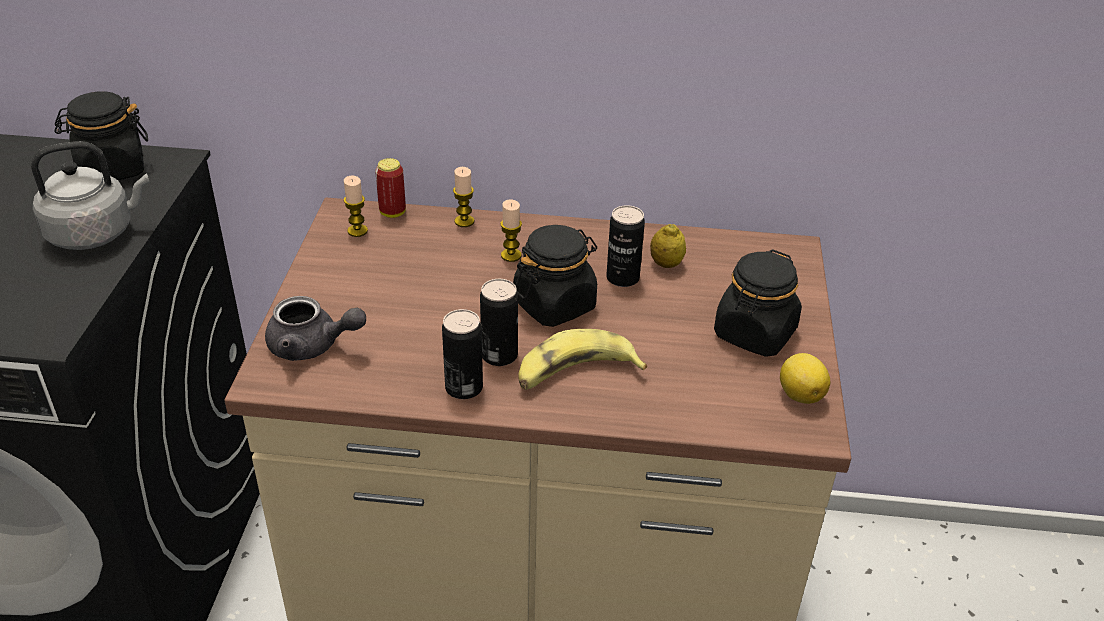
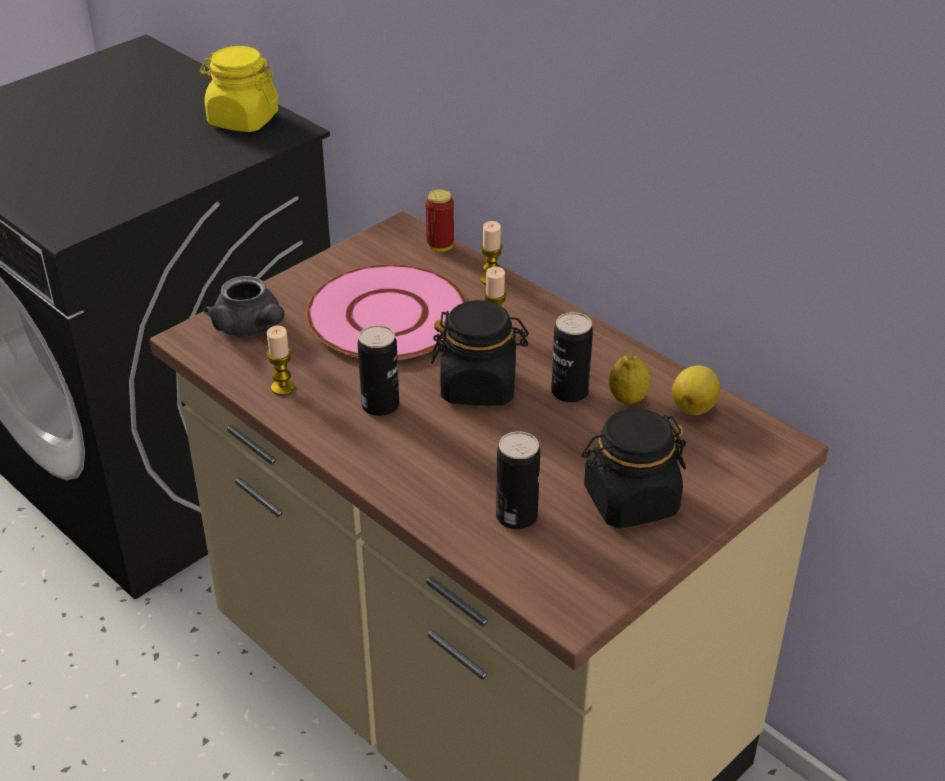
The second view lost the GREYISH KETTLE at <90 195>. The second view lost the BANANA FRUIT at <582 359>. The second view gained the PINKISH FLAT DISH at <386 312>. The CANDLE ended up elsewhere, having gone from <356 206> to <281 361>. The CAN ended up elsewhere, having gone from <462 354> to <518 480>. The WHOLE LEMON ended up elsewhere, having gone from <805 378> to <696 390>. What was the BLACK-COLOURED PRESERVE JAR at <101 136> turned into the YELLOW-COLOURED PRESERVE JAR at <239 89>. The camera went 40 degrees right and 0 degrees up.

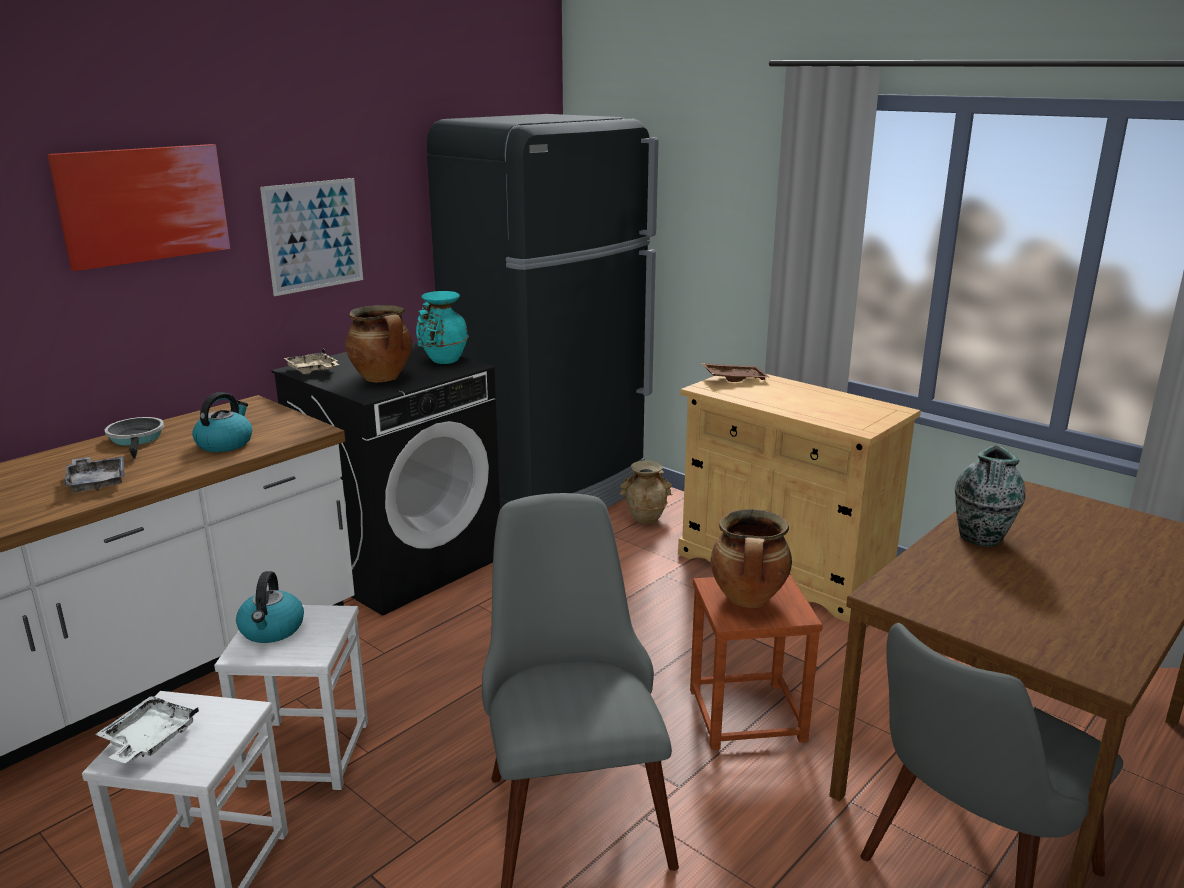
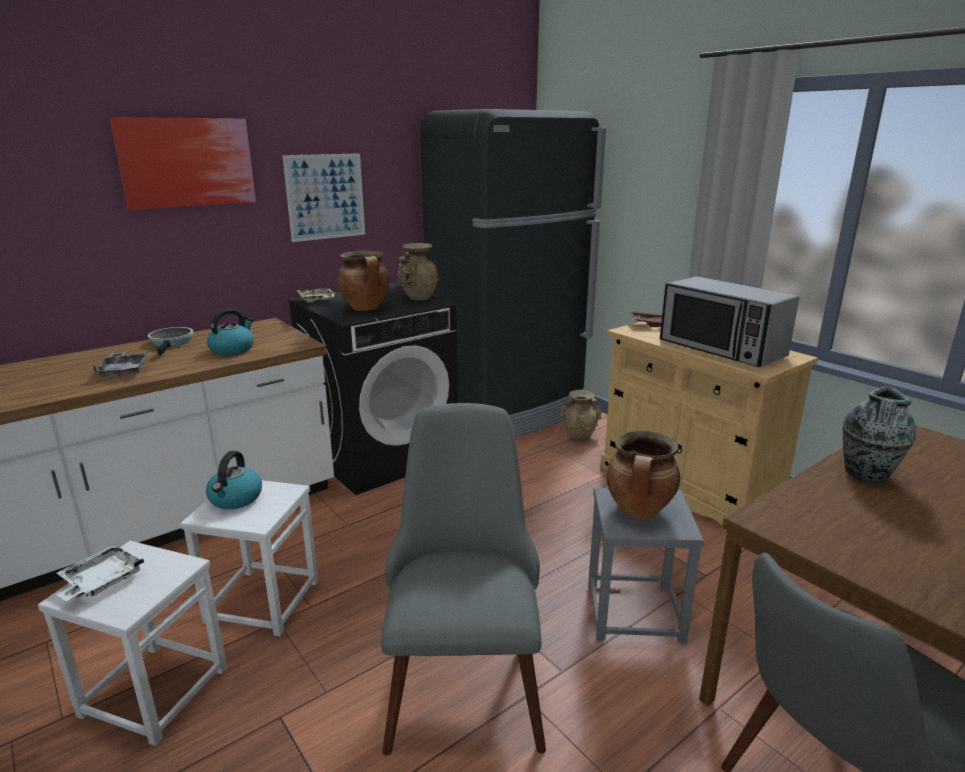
The second view gained the KITCHEN MICROWAVE at <730 321>. What was the BLUE-GREEN VASE at <442 327> turned into the BEIGE VASE at <418 272>. What was the BROWN SITTING STOOL at <756 662> turned into the GREYISH SITTING STOOL at <646 566>. The camera went 10 degrees right and 0 degrees up.

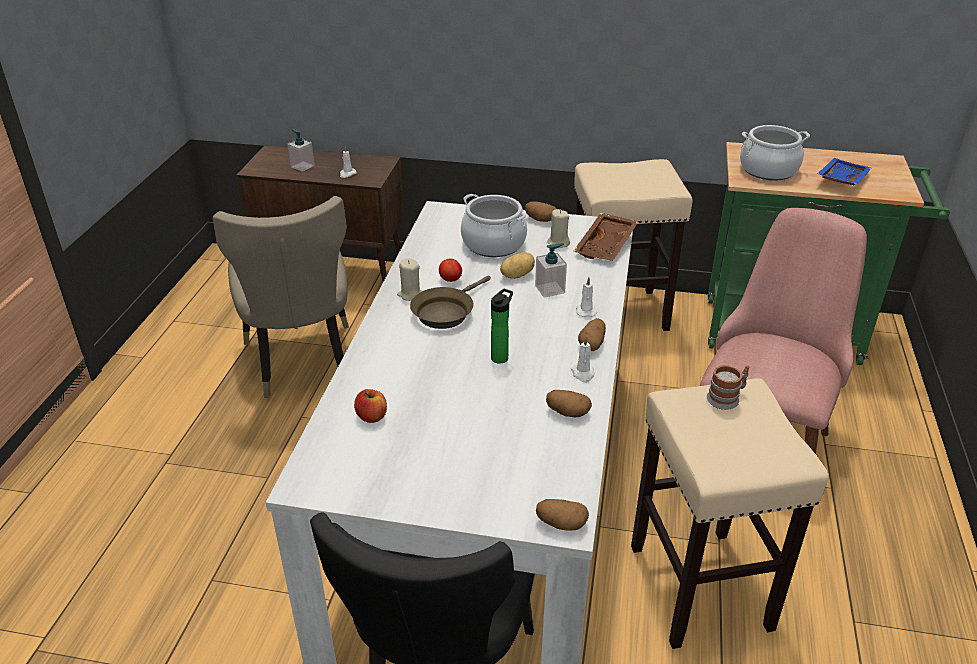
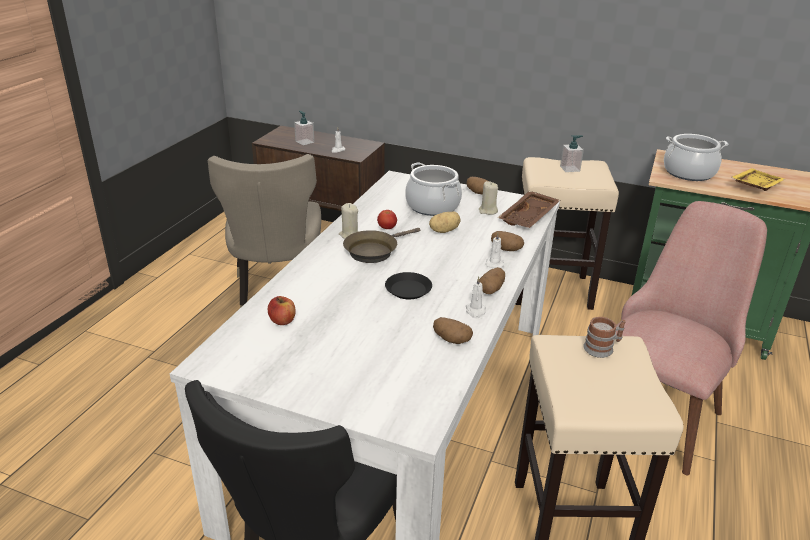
The LIQUID SOAP BOTTLE ended up elsewhere, having gone from <551 270> to <572 153>. The POTATO ended up elsewhere, having gone from <562 515> to <507 241>. Where the BEVERAGE BOTTLE stood at <502 326>, the BLACK-COLOURED FLAT DISH came to stand at <408 285>. What was the BLUISH SERVING TRAY at <844 172> turned into the YELLOW-COLOURED SERVING TRAY at <758 179>. The camera went 10 degrees right and 5 degrees down.

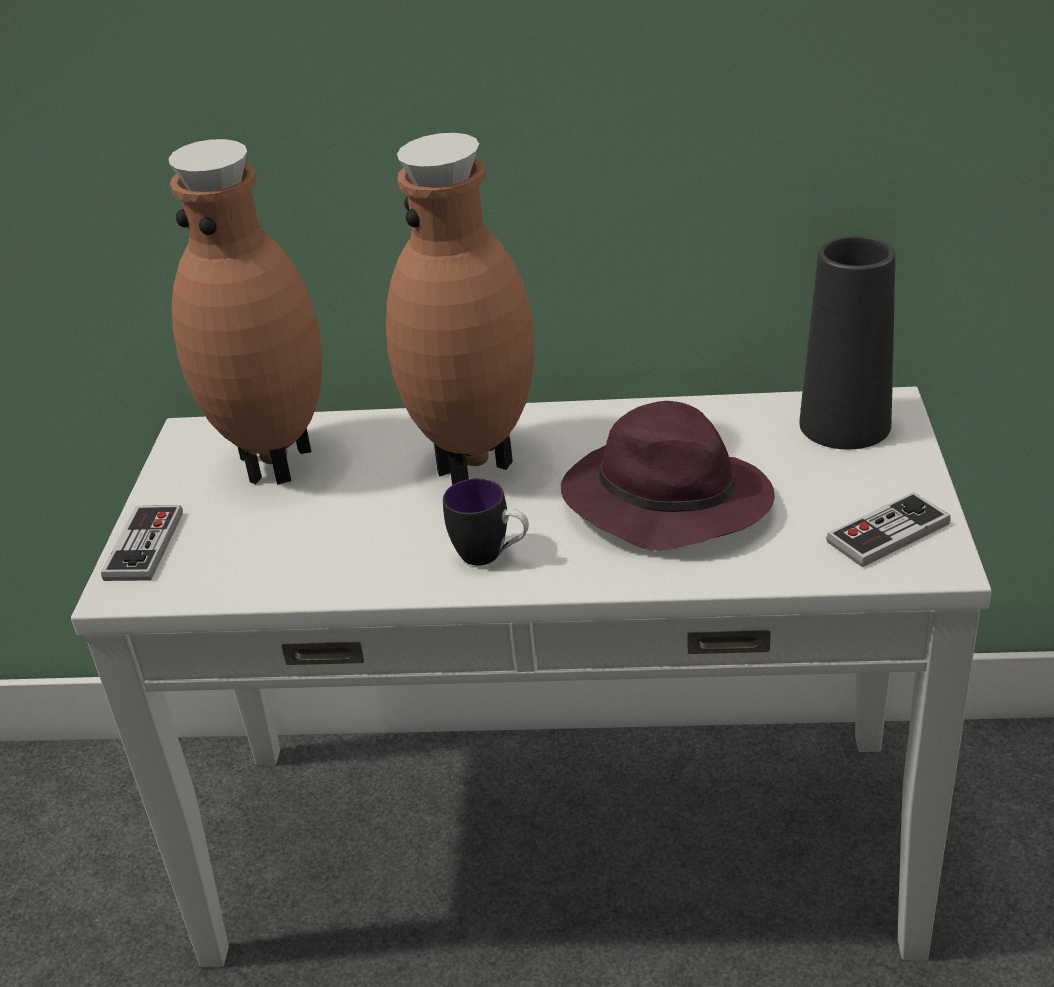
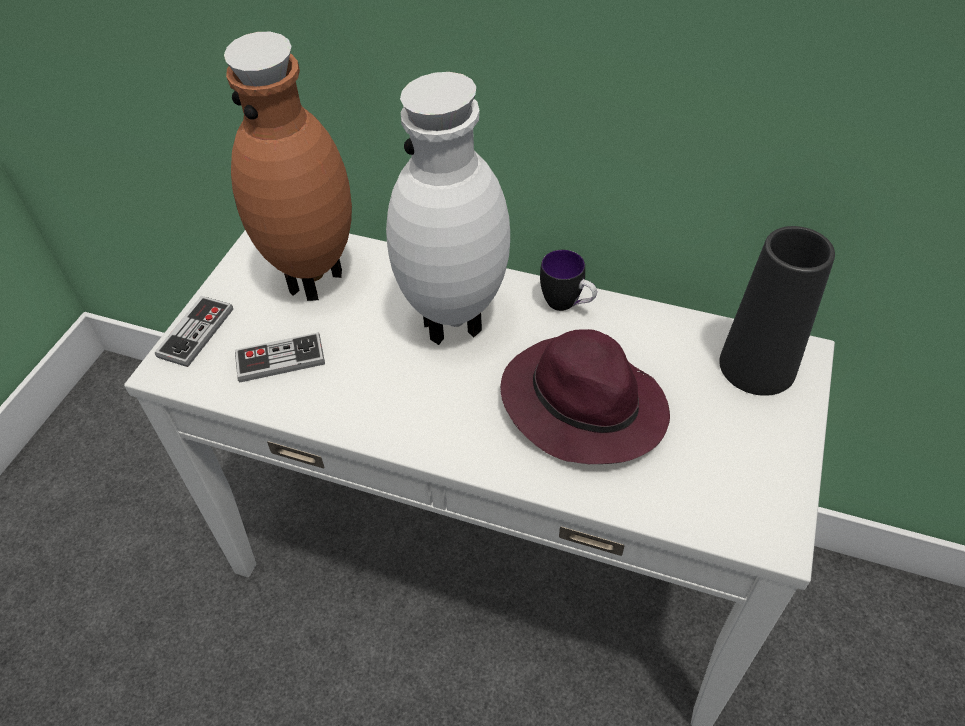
The TEA MUG ended up elsewhere, having gone from <486 522> to <568 280>. The JOYPAD ended up elsewhere, having gone from <888 529> to <280 357>. What was the BROWN VASE at <460 309> turned into the WHITE VASE at <448 208>. The camera went 15 degrees right and 15 degrees up.

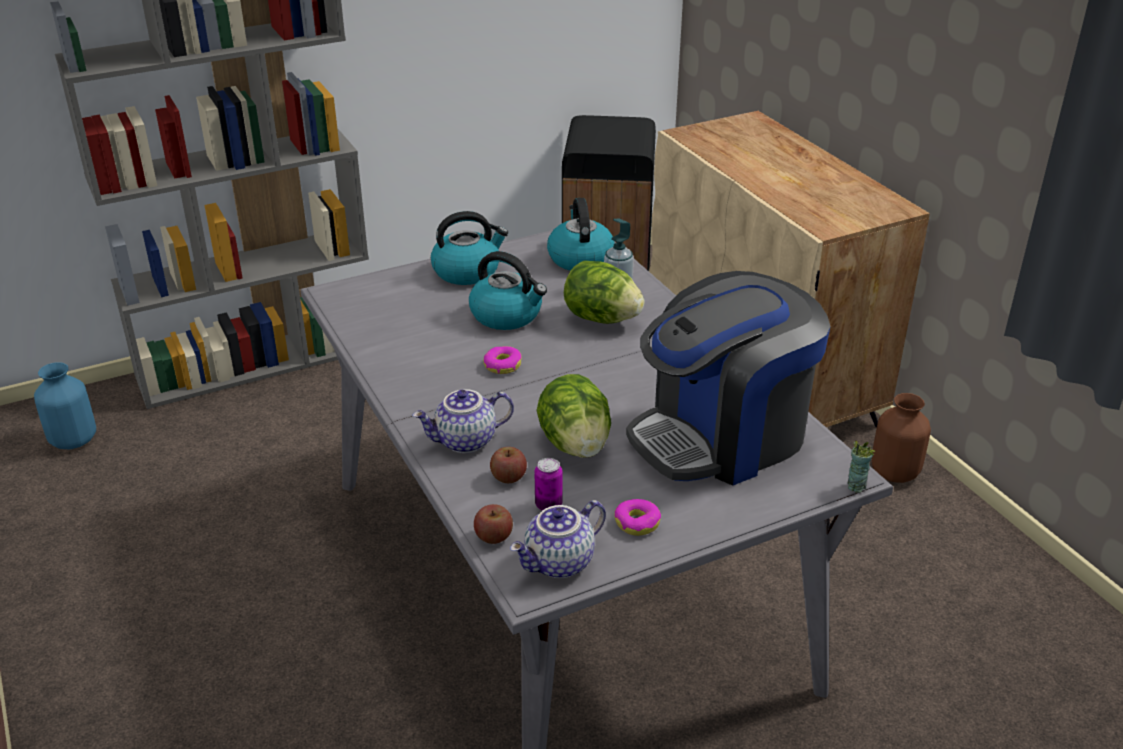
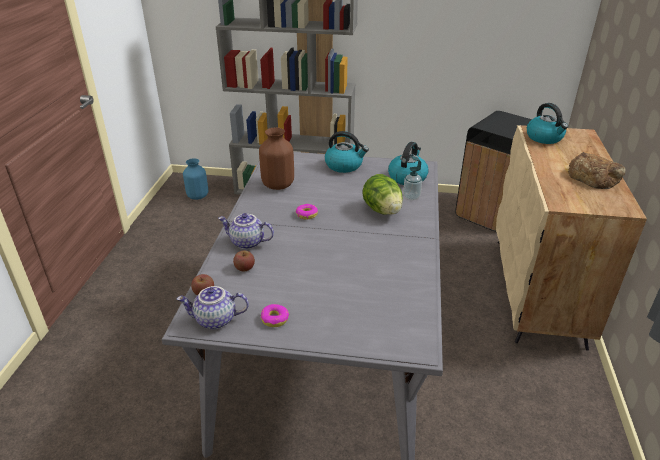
The second view lost the CAN at <548 484>. The second view lost the LETTUCE HEAD at <574 416>. The second view lost the COFFEE MAKER at <728 378>. The second view lost the CUP at <861 467>. The second view gained the BAKERY BREAD at <597 170>. The KETTLE ended up elsewhere, having gone from <508 290> to <547 123>. The BROWN VASE ended up elsewhere, having gone from <901 438> to <276 158>. The camera went 35 degrees right and 0 degrees up.

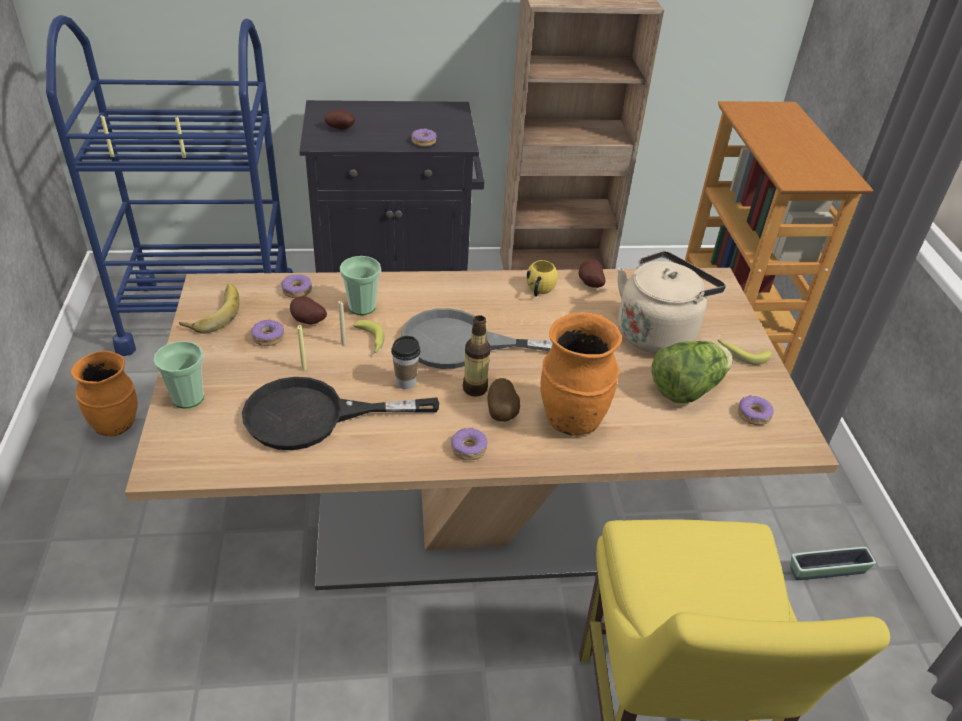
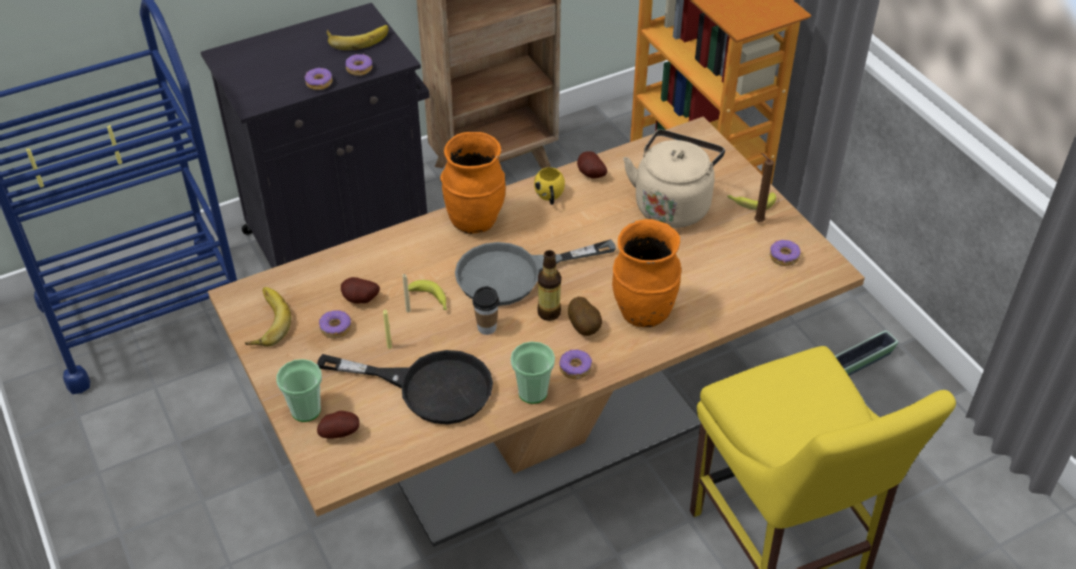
The second view lost the LETTUCE HEAD at <692 372>. The second view gained the BANANA FRUIT at <358 37>. The second view gained the BROWN CANDLE at <764 187>. The ORANGEY VASE ended up elsewhere, having gone from <104 393> to <472 183>. The RING DOUGHNUT ended up elsewhere, having gone from <296 286> to <318 79>. The POTATO ended up elsewhere, having gone from <339 119> to <338 425>. The CUP ended up elsewhere, having gone from <360 285> to <533 373>. The BLACK-COLOURED FRYING PAN at <340 413> ended up facing another way, 135 degrees counterclockwise from before. The camera went 20 degrees left and 5 degrees up.

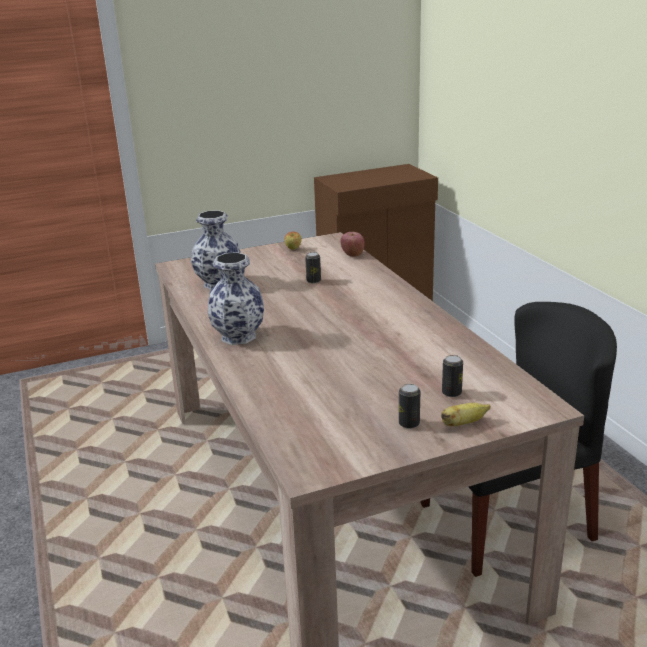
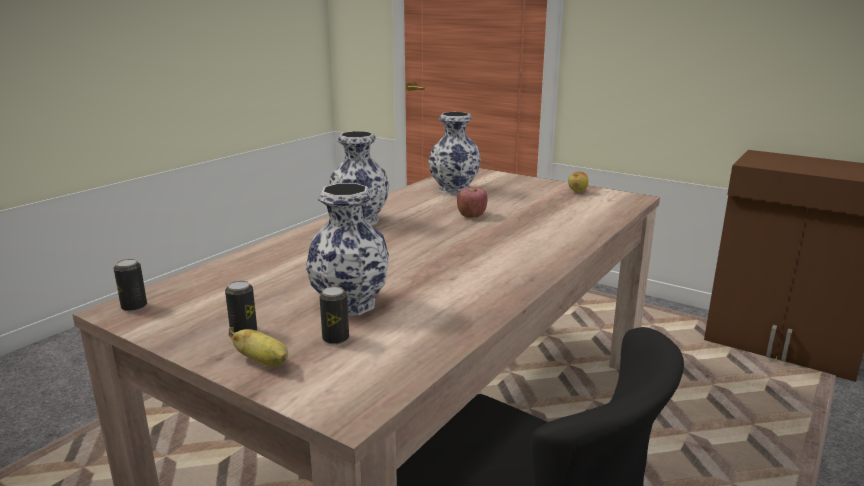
The second view gained the VASE at <347 249>. The CAN ended up elsewhere, having gone from <313 267> to <130 285>. The WHOLE APPLE ended up elsewhere, having gone from <352 244> to <472 202>. The camera went 55 degrees right and 5 degrees down.

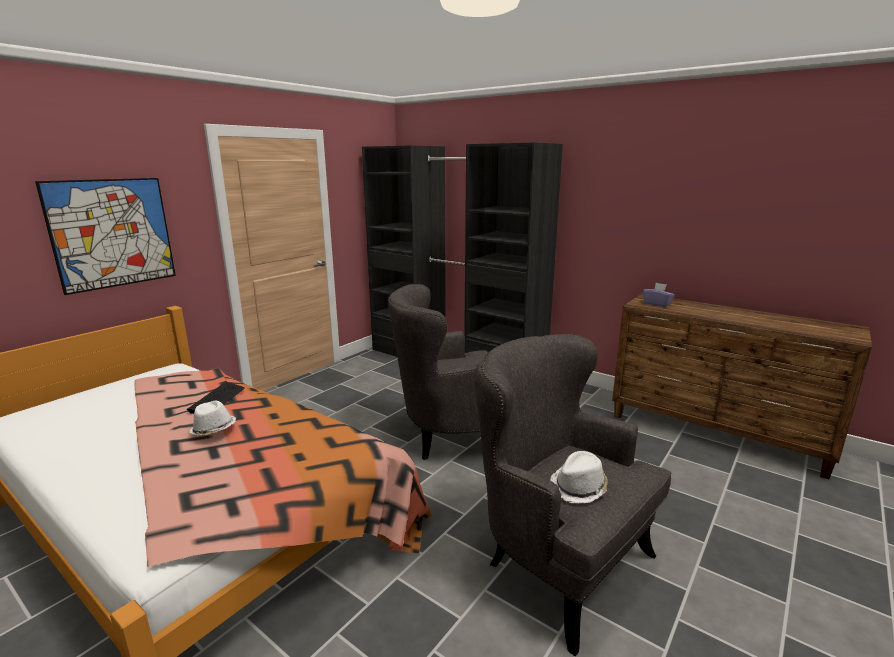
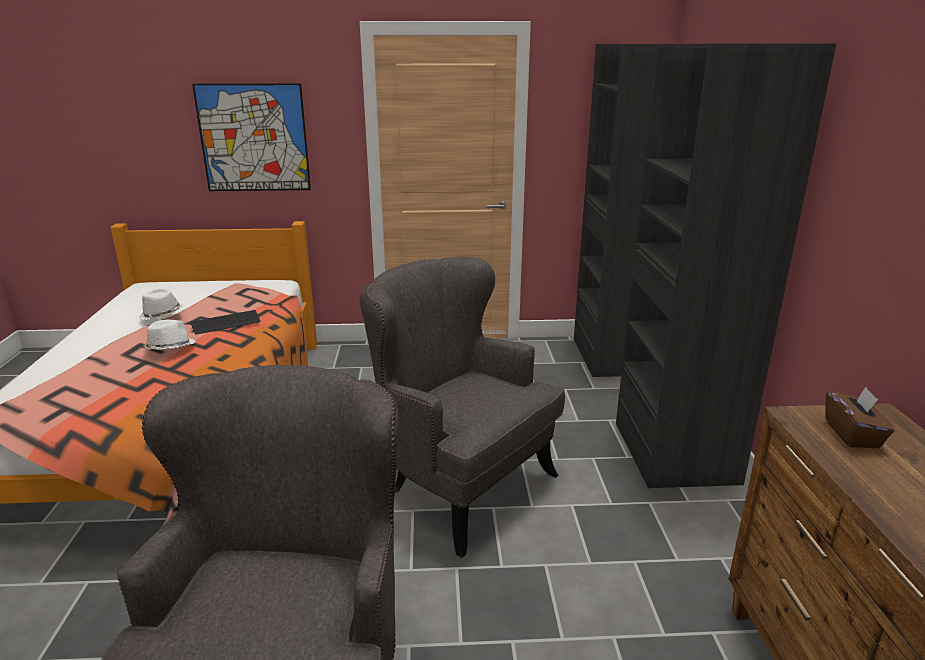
The WHITE CLOTHING HAT ended up elsewhere, having gone from <579 477> to <161 304>. What was the PURPLE-COLOURED TISSUE BOX at <659 295> turned into the BROWN TISSUE BOX at <860 417>. The camera went 50 degrees right and 5 degrees up.

